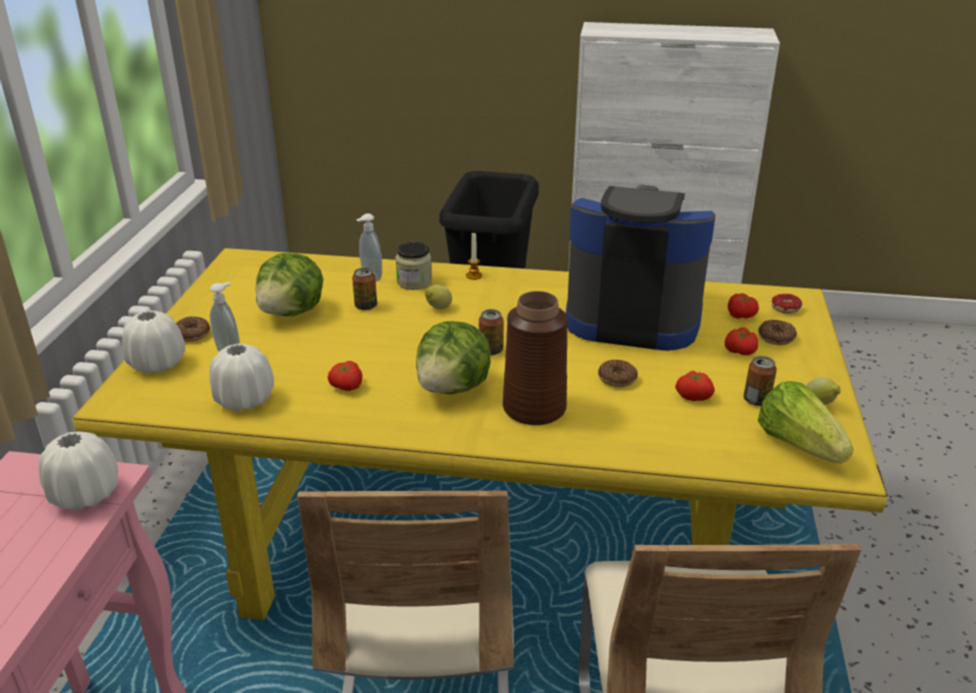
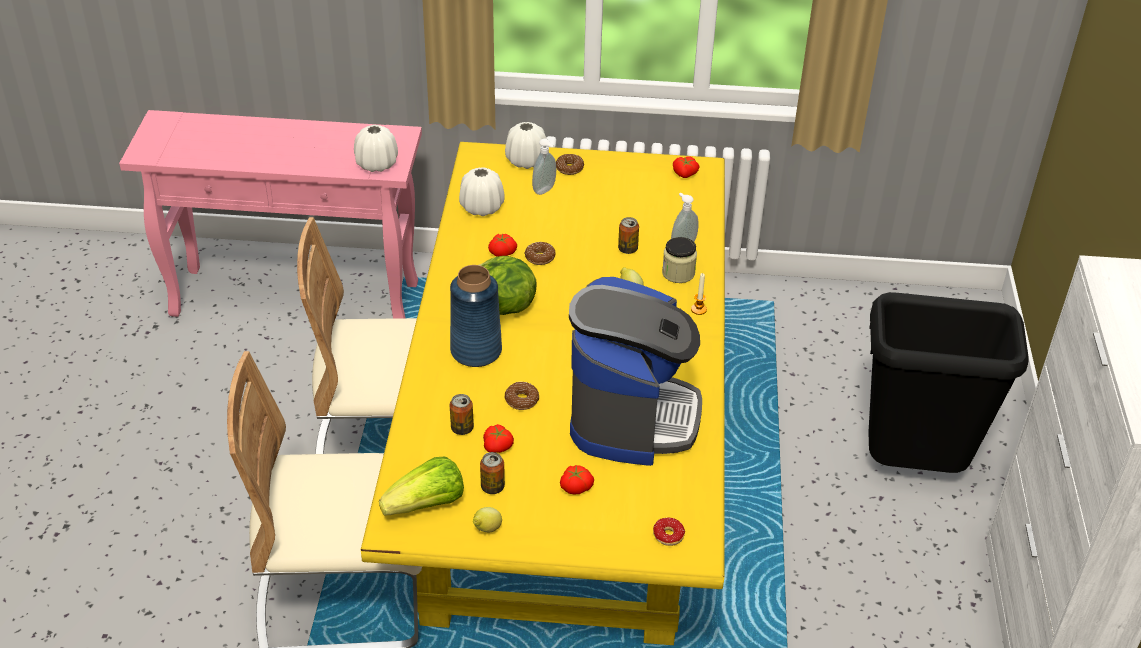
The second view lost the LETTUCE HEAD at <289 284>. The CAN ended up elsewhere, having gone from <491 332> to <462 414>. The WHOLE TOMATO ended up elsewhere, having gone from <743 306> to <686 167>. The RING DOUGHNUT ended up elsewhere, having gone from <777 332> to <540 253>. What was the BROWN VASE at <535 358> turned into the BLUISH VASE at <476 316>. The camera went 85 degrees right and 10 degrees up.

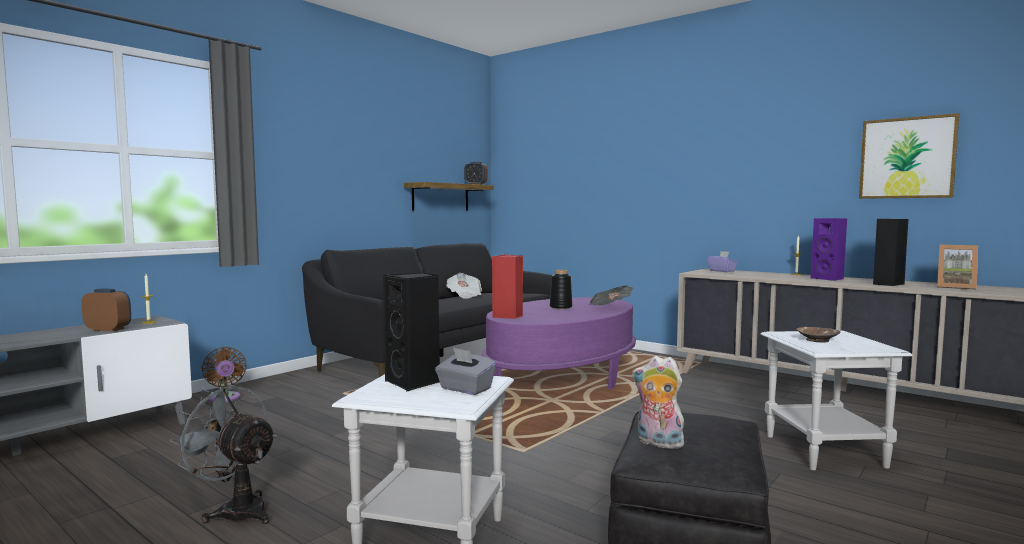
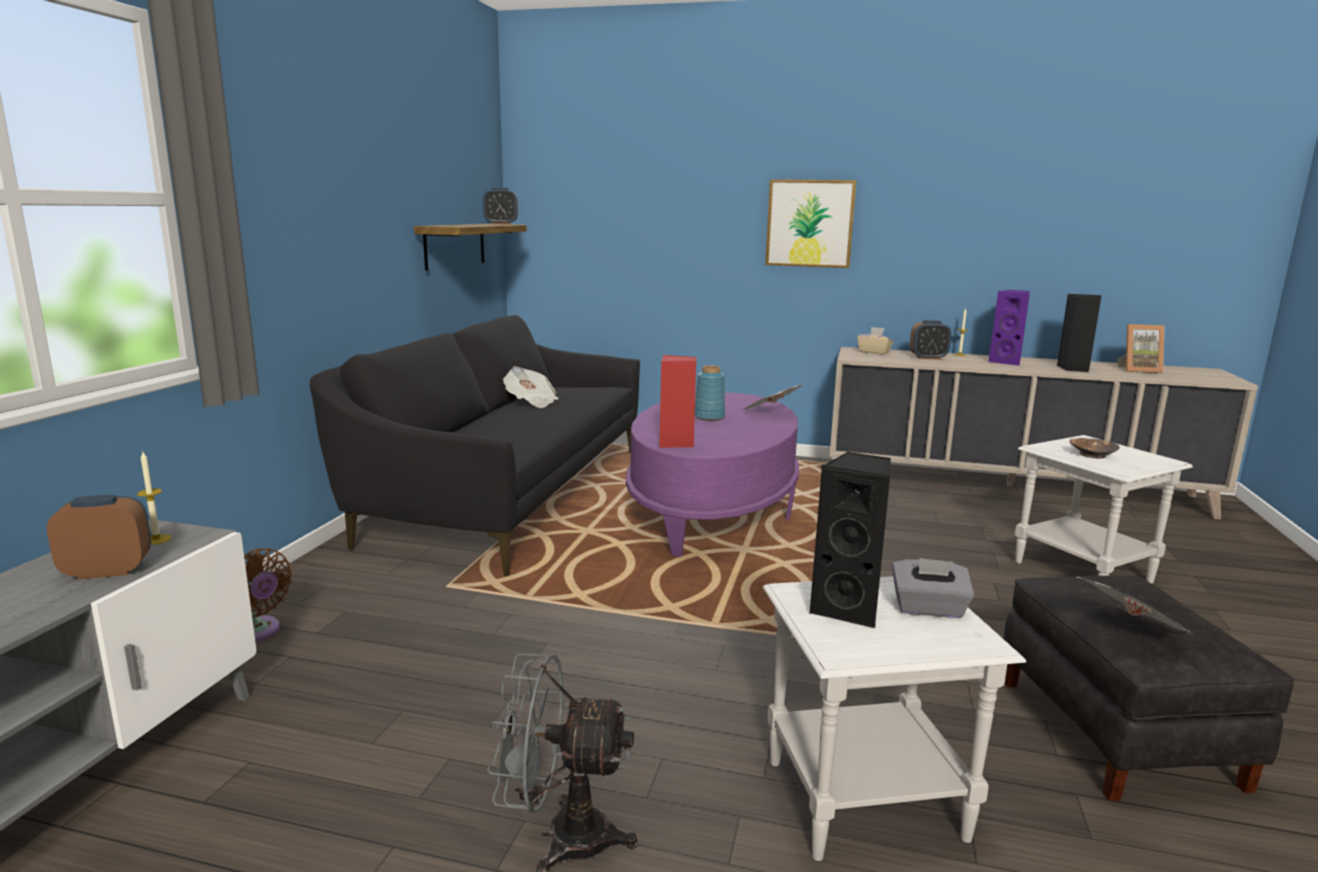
The second view gained the TABLE CLOCK at <930 340>. The WALL PICTURE ended up elsewhere, having gone from <909 156> to <810 223>. Where the CUDDLY TOY stood at <660 403>, the NEWSPAPER came to stand at <1133 604>. What was the BLACK-COLOURED VASE at <561 289> turned into the BLUISH VASE at <710 393>. What was the PURPLE-COLOURED TISSUE BOX at <723 261> turned into the BEIGE TISSUE BOX at <875 341>. The camera went 25 degrees left and 10 degrees up.

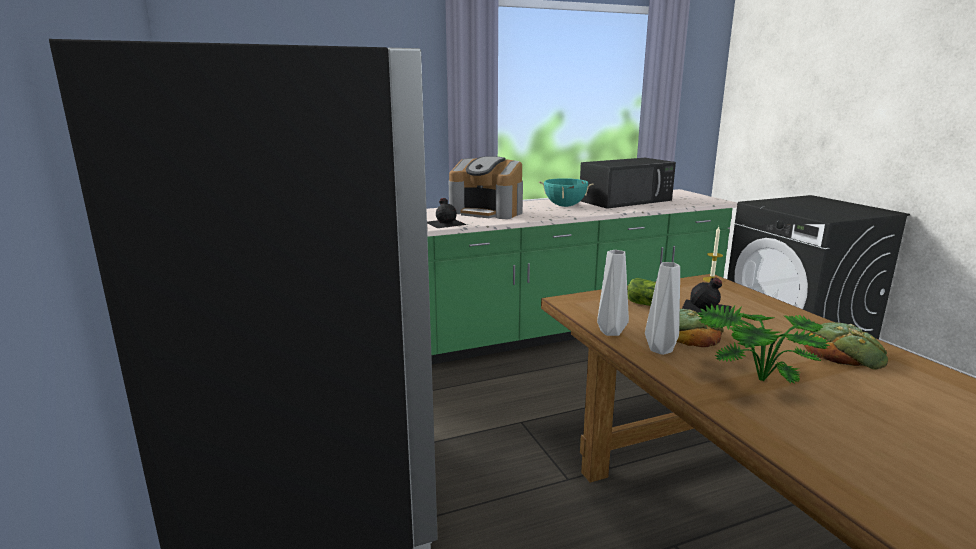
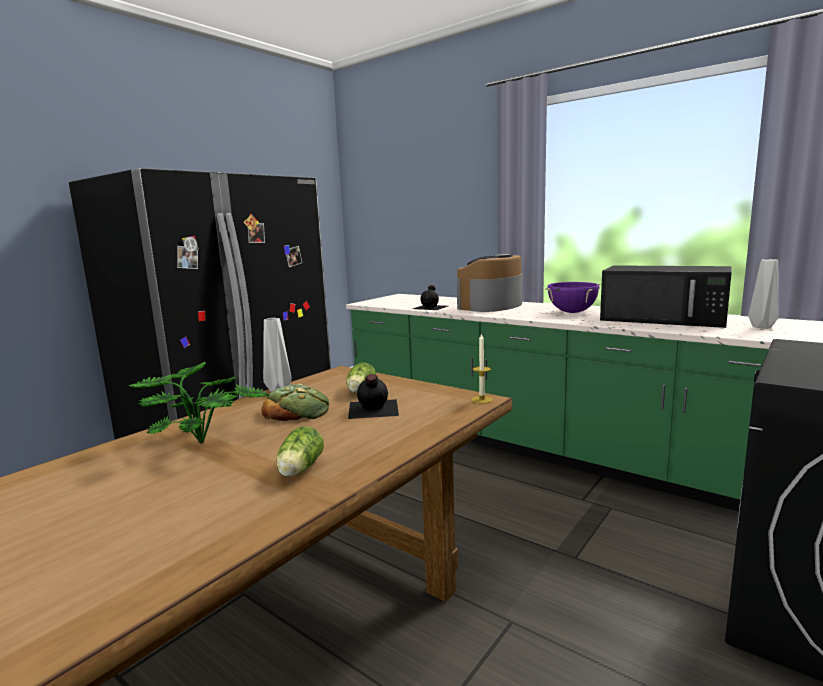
The GREYISH VASE ended up elsewhere, having gone from <662 308> to <763 294>. Where the BAKERY BREAD stood at <846 346>, the LETTUCE HEAD came to stand at <300 451>. What was the BLUE-GREEN STOCKPOT at <566 192> turned into the PURPLE-COLOURED STOCKPOT at <572 297>. The COFFEE MAKER at <486 187> ended up facing another way, 45 degrees clockwise from before. The camera went 60 degrees right and 5 degrees down.

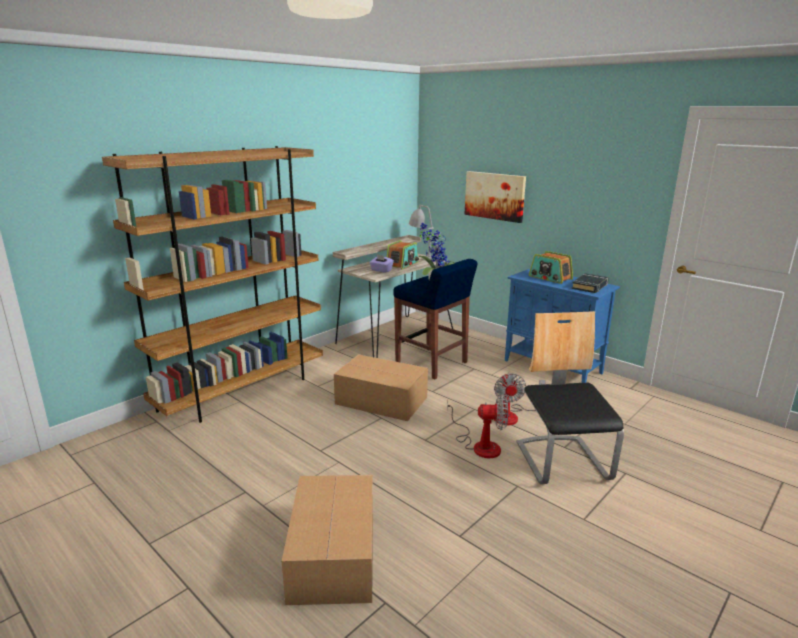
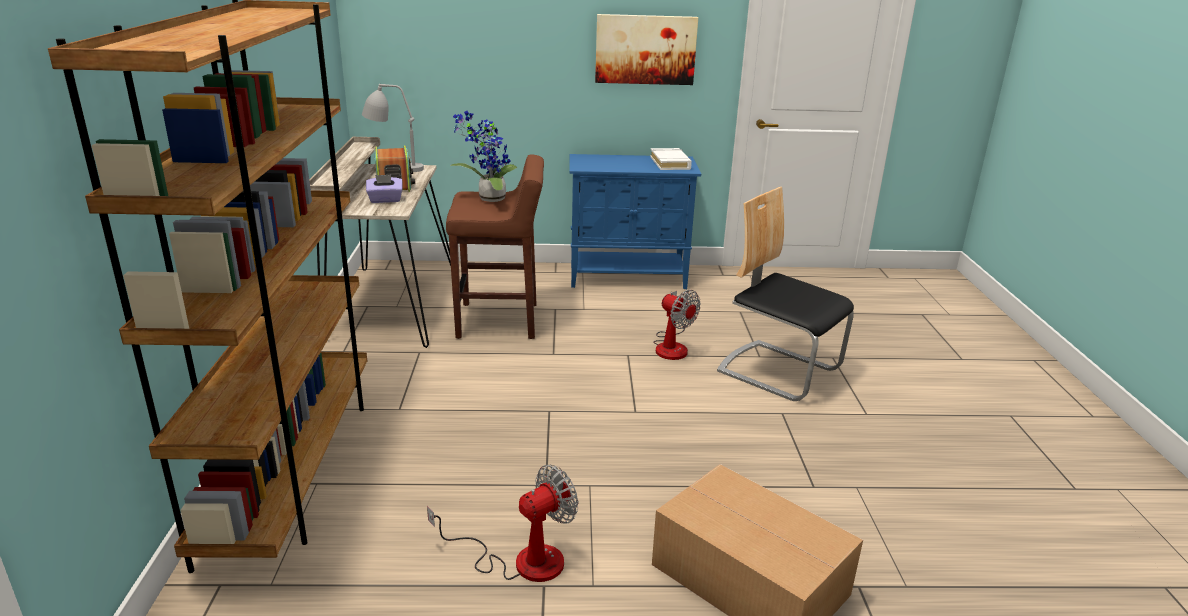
The second view lost the CARTON at <381 387>. The second view lost the RADIO at <551 267>. The FAN ended up elsewhere, having gone from <477 426> to <503 523>. The WALL PICTURE ended up elsewhere, having gone from <495 197> to <646 49>. What was the BLUISH SITTING STOOL at <435 319> turned into the BROWN SITTING STOOL at <495 246>. What was the BLACK-COLOURED BOOK at <590 283> turned into the WHITE BOOK at <671 159>. The camera went 45 degrees left and 5 degrees up.

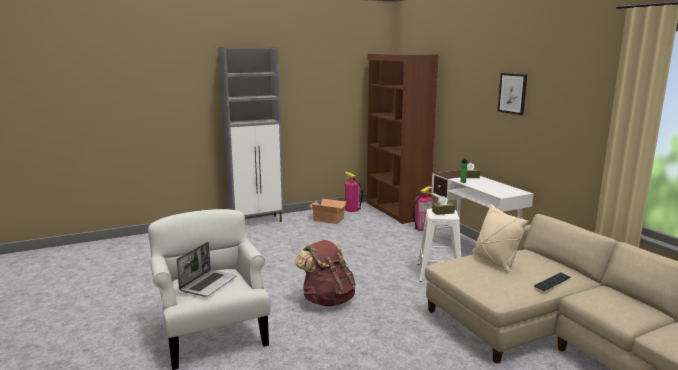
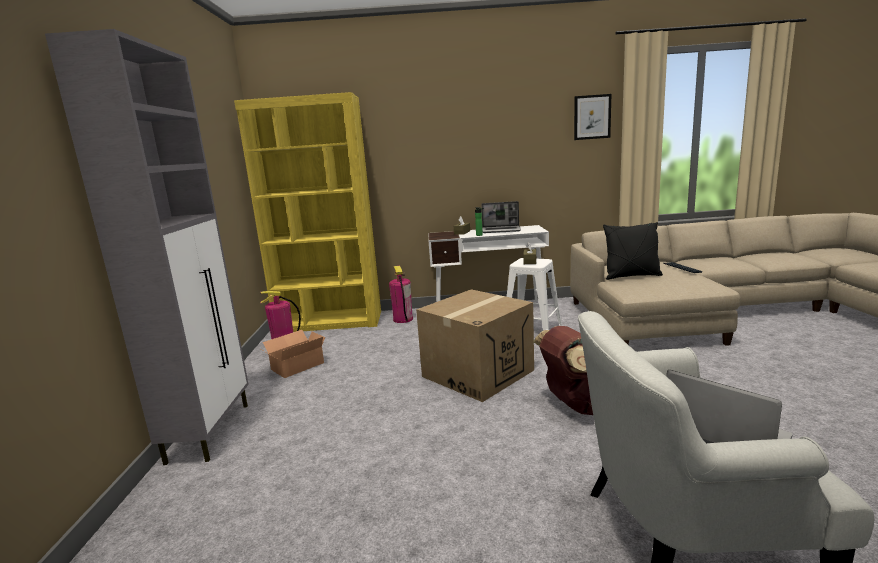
The second view gained the CARTON at <475 345>. The second view gained the LAPTOP at <501 217>. The WALL PICTURE ended up elsewhere, having gone from <512 94> to <592 117>. What was the BROWN BOOKSHELF at <403 139> turned into the YELLOW-COLOURED BOOKSHELF at <307 212>. What was the BEIGE PILLOW at <500 238> turned into the BLACK-COLOURED PILLOW at <633 251>. The camera went 65 degrees left and 0 degrees up.

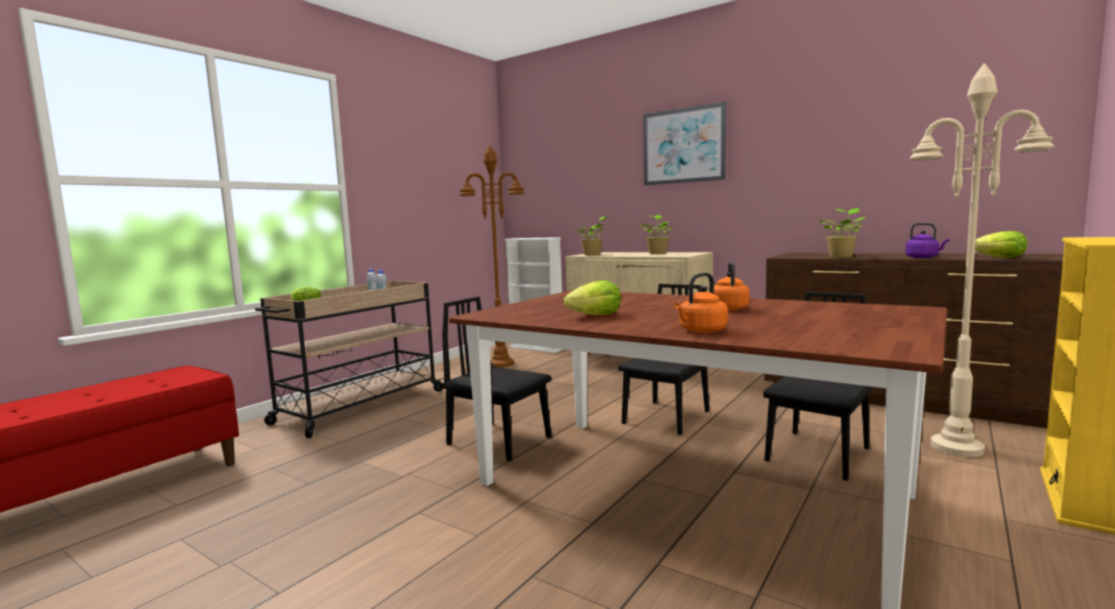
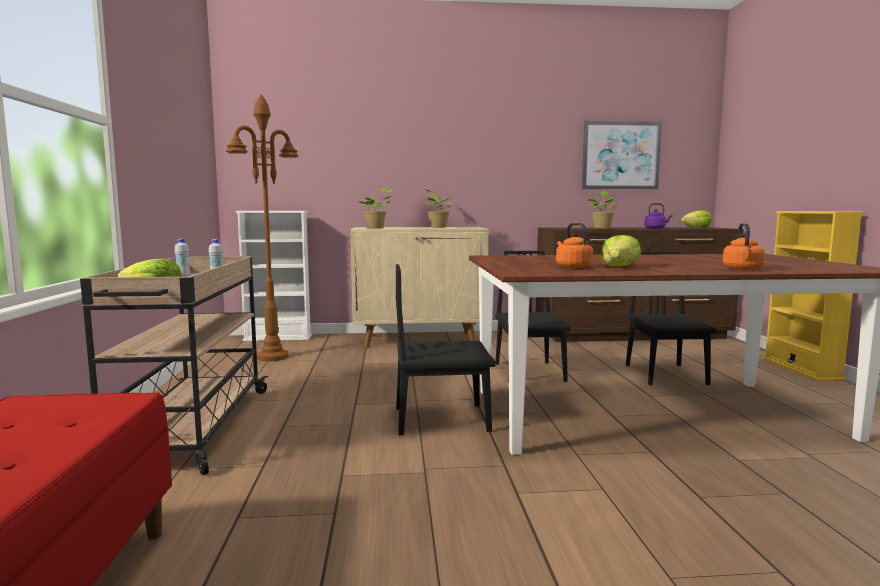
The second view lost the BEIGE STANDARD LAMP at <982 260>. The WALL PICTURE ended up elsewhere, having gone from <684 143> to <622 155>. The ORANGEY KETTLE ended up elsewhere, having gone from <732 286> to <574 245>. The camera went 40 degrees left and 0 degrees up.

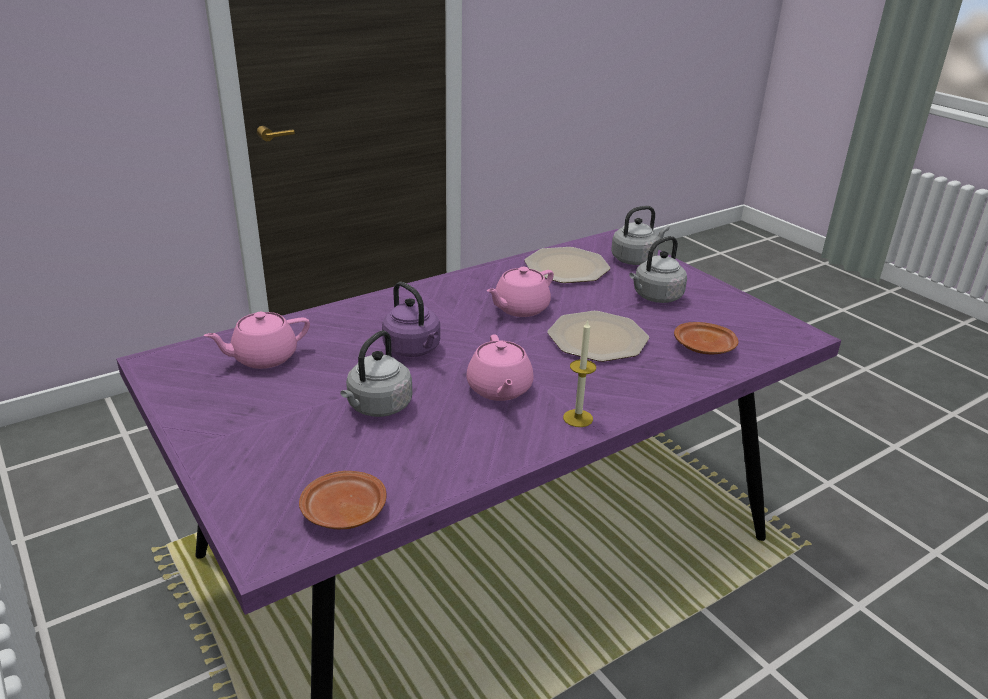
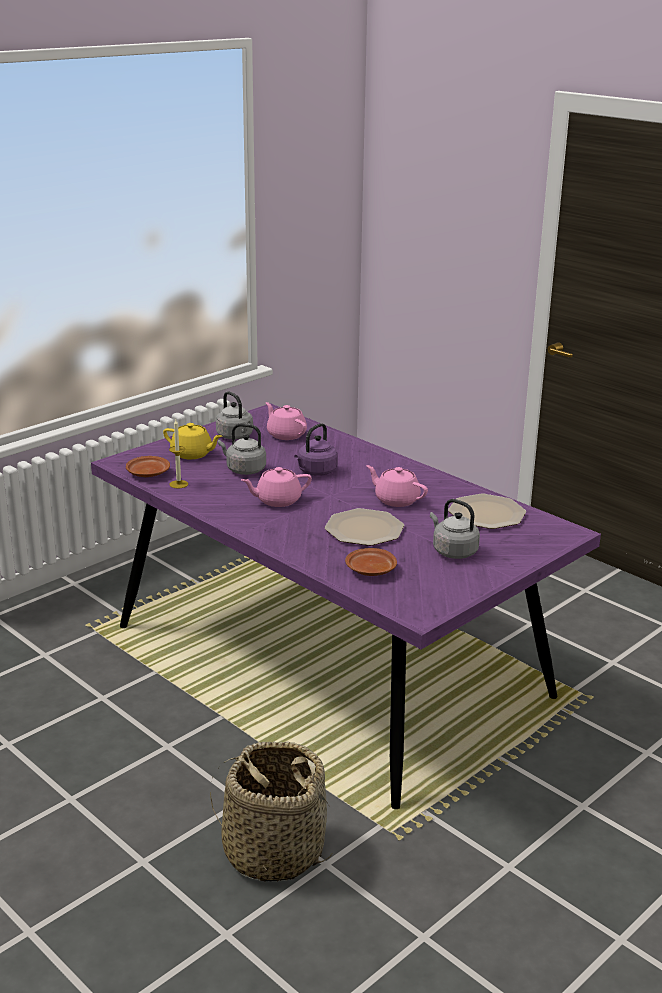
The second view gained the YELLOW-COLOURED POT FOR TEA at <192 441>. The second view gained the STORAGE BASKET at <271 811>. The CANDLE ended up elsewhere, having gone from <579 373> to <178 454>. The GREYISH KETTLE ended up elsewhere, having gone from <640 235> to <234 415>. The camera went 80 degrees right and 5 degrees down.

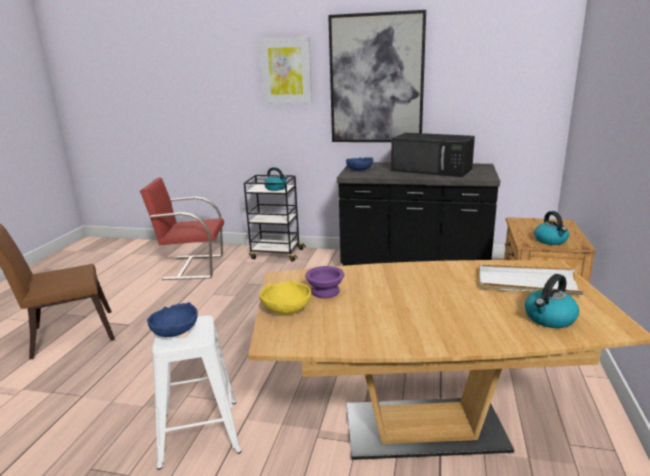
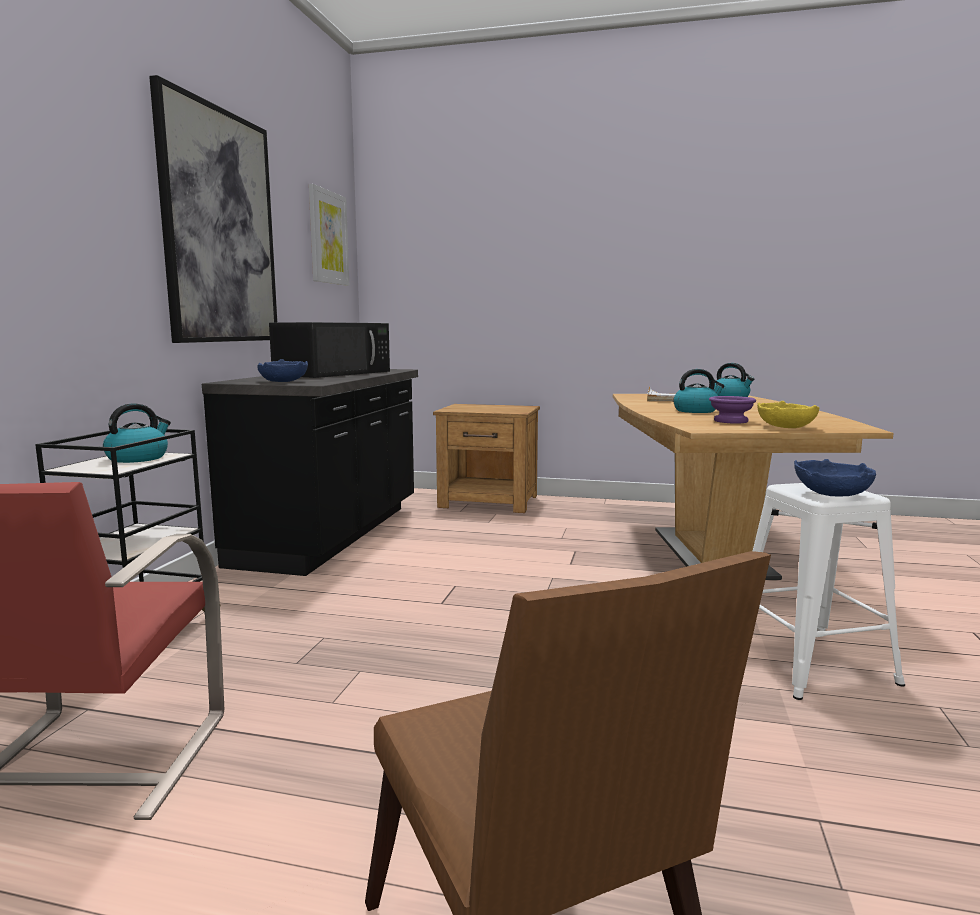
The WALL PICTURE ended up elsewhere, having gone from <285 70> to <329 234>. The KETTLE ended up elsewhere, having gone from <551 228> to <699 391>. The camera went 90 degrees left and 10 degrees down.

